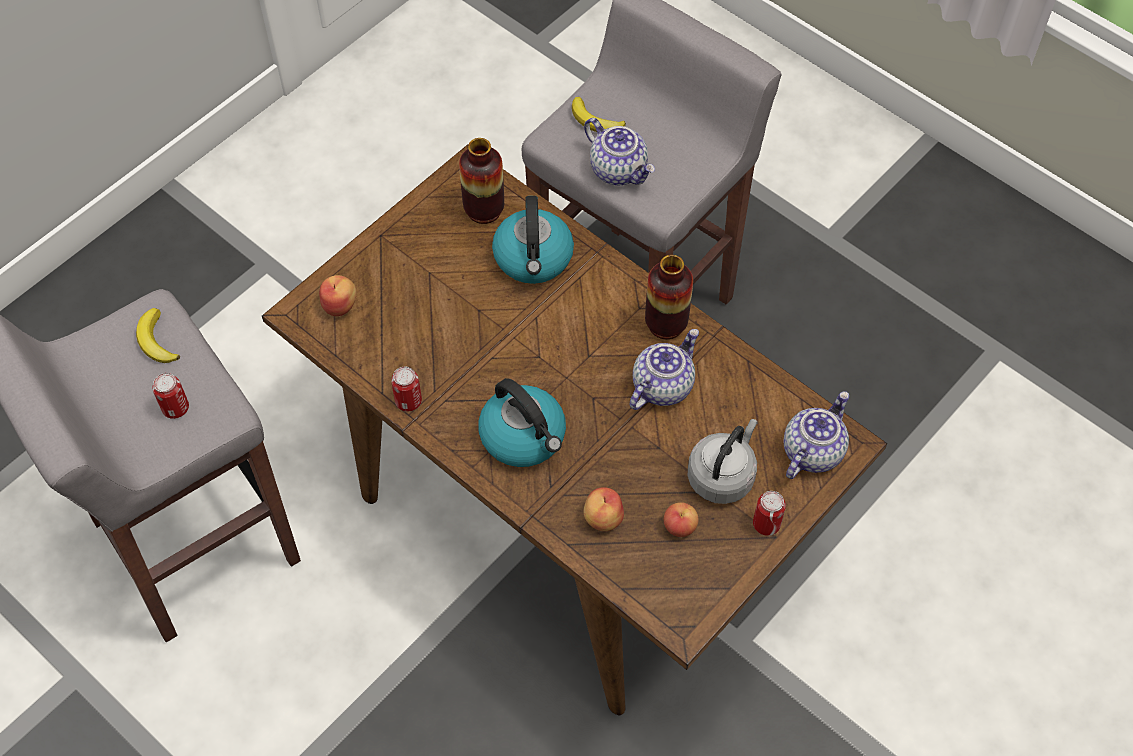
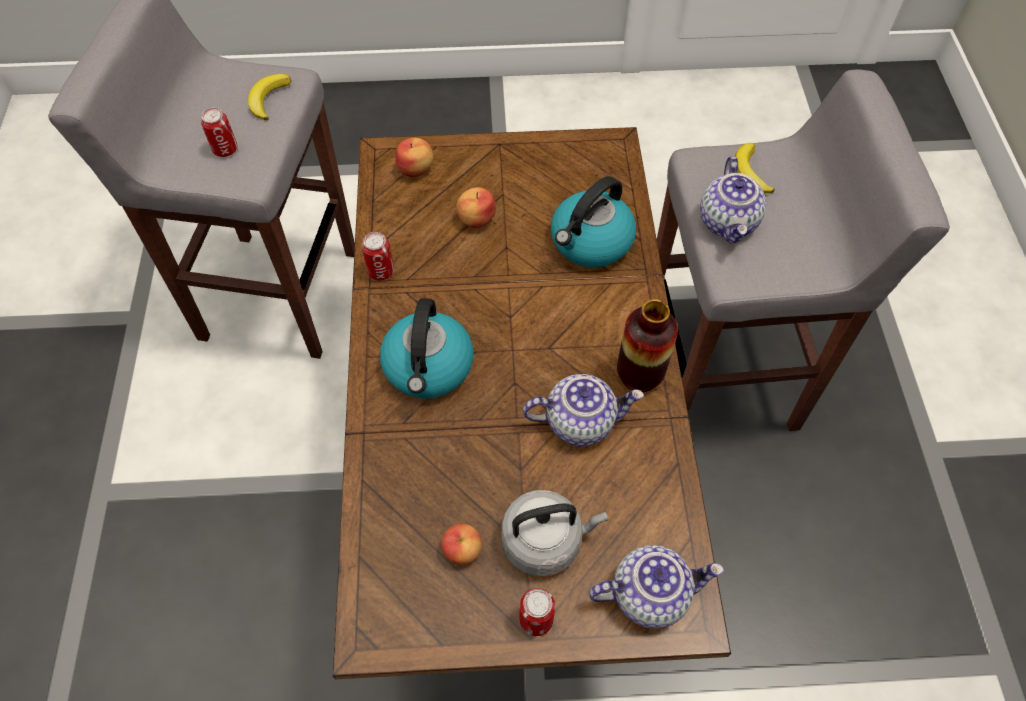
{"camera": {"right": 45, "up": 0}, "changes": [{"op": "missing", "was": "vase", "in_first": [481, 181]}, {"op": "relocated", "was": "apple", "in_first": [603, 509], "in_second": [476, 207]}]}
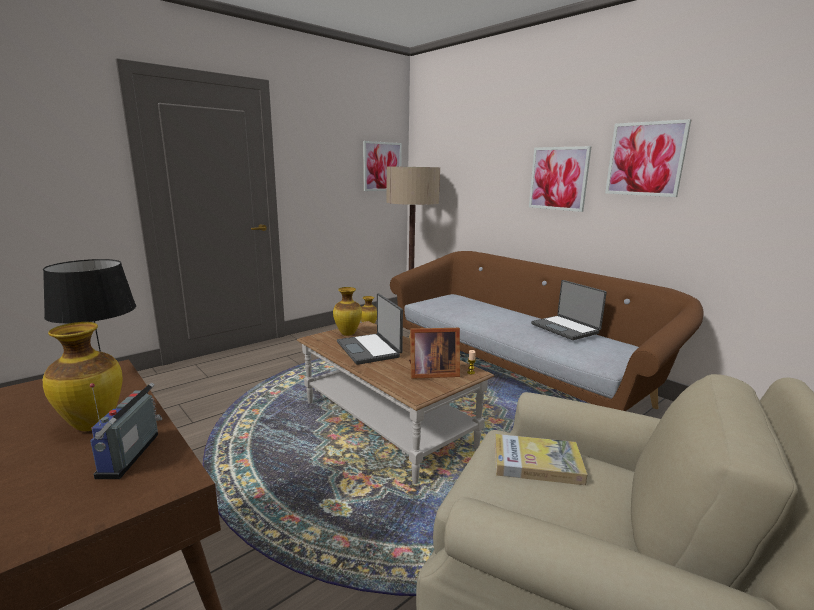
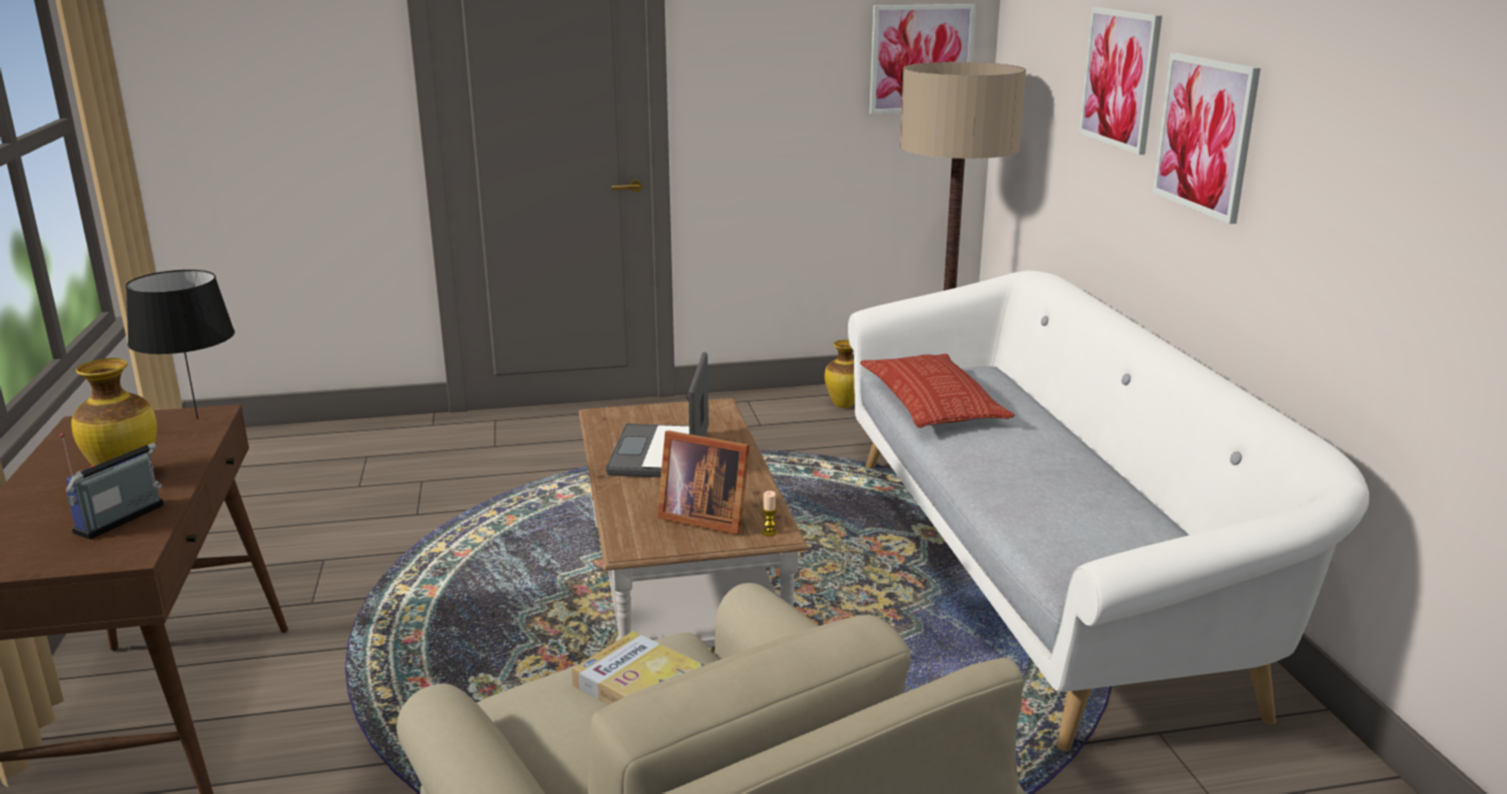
{"camera": {"right": 30, "up": 5}, "changes": [{"op": "relocated", "was": "picture", "in_first": [648, 158], "in_second": [1120, 81]}, {"op": "colour", "was": "sofa in brown", "now": "sofa in white", "in_first": [547, 331], "in_second": [1108, 510]}, {"op": "missing", "was": "laptop", "in_first": [569, 310]}, {"op": "missing", "was": "vase", "in_first": [347, 311]}, {"op": "appeared", "now": "pillow", "in_second": [937, 391]}]}
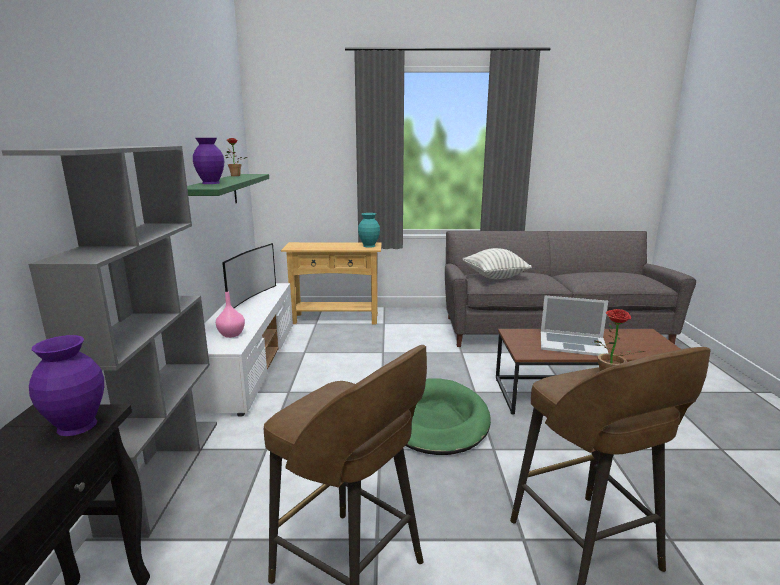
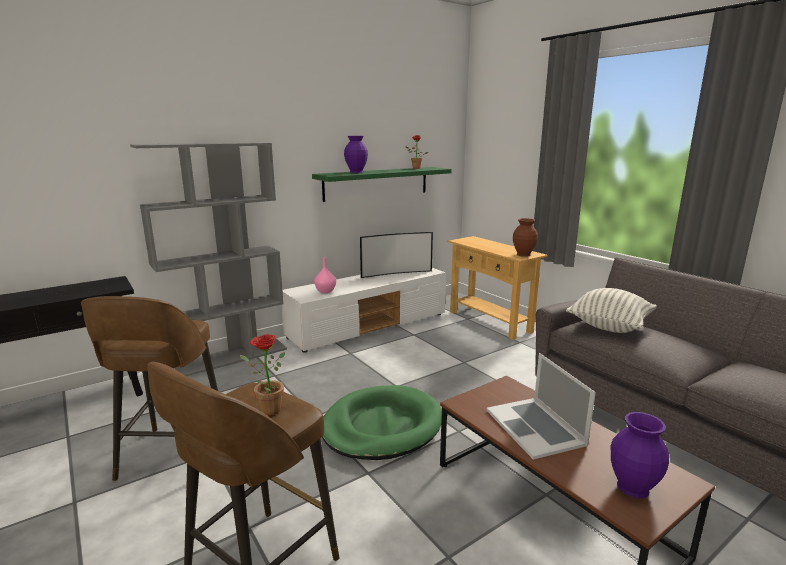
{"camera": {"right": 55, "up": 0}, "changes": [{"op": "colour", "was": "vase in turquoise", "now": "vase in brown", "in_first": [369, 230], "in_second": [525, 237]}, {"op": "relocated", "was": "vase in purple", "in_first": [66, 385], "in_second": [640, 455]}]}
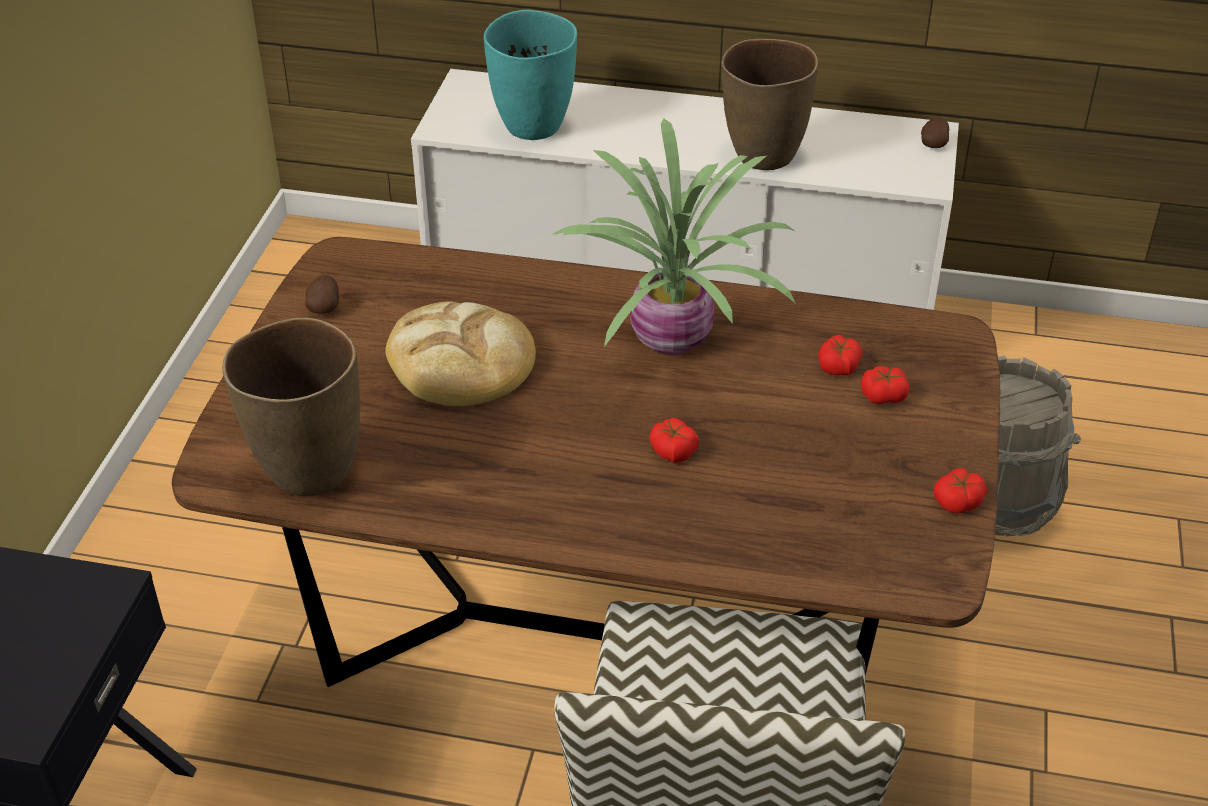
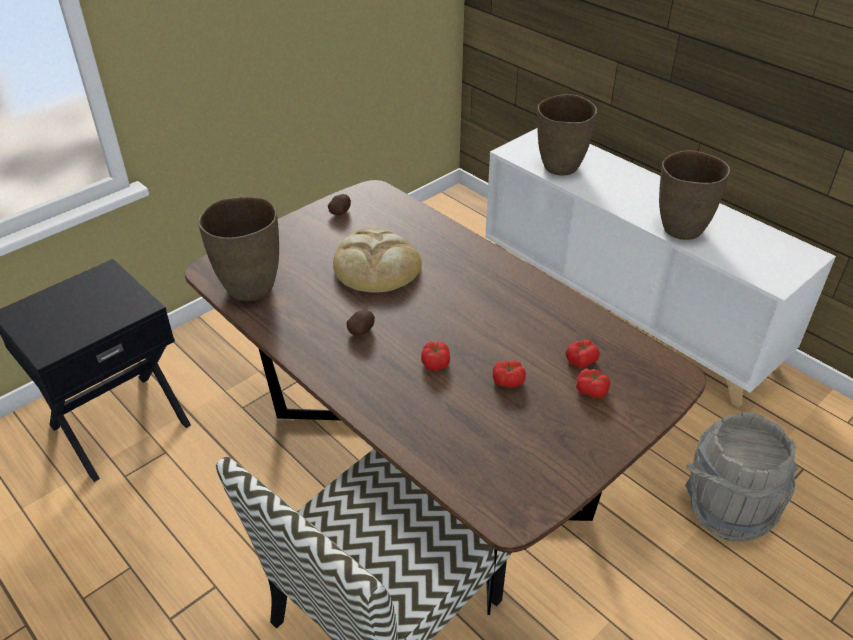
{"camera": {"right": 35, "up": 0}, "changes": [{"op": "colour", "was": "vase in turquoise", "now": "vase in brown", "in_first": [530, 75], "in_second": [567, 135]}, {"op": "relocated", "was": "potato", "in_first": [935, 132], "in_second": [360, 323]}, {"op": "missing", "was": "potted plant", "in_first": [674, 236]}, {"op": "relocated", "was": "tomato", "in_first": [960, 491], "in_second": [509, 373]}]}
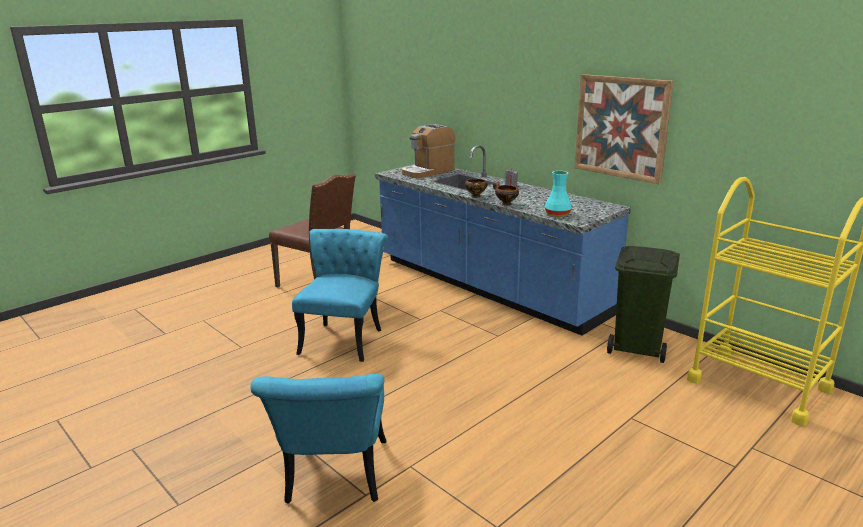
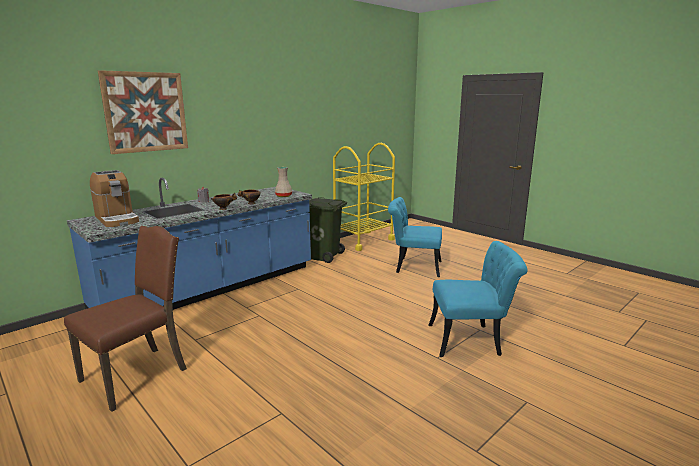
{"camera": {"right": -90, "up": -5}, "changes": [{"op": "relocated", "was": "picture", "in_first": [624, 129], "in_second": [143, 112]}, {"op": "colour", "was": "vase in turquoise", "now": "vase in beige", "in_first": [558, 194], "in_second": [284, 182]}, {"op": "relocated", "was": "chair in turquoise", "in_first": [340, 295], "in_second": [415, 237]}]}
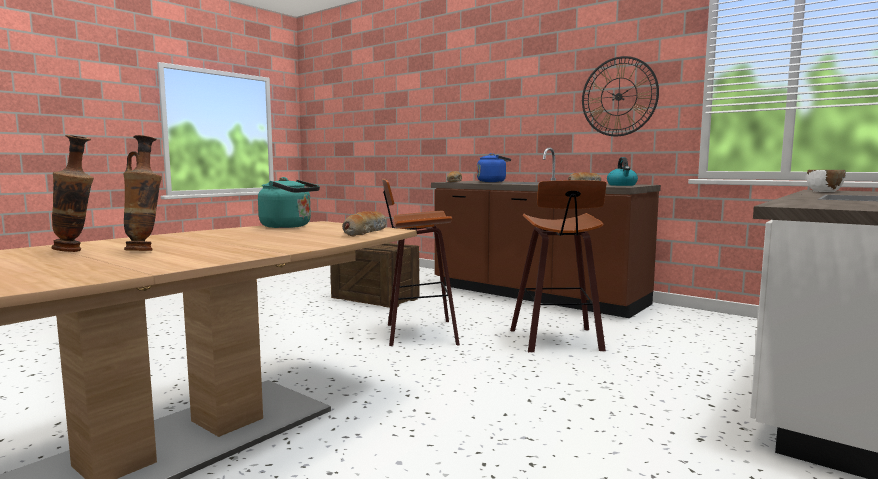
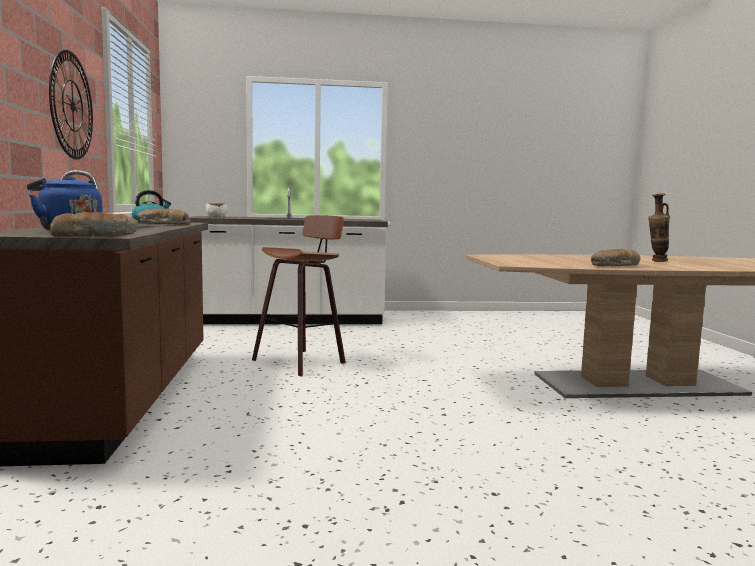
{"camera": {"right": -135, "up": 0}, "changes": [{"op": "missing", "was": "vase", "in_first": [73, 193]}, {"op": "missing", "was": "kettle in turquoise", "in_first": [289, 202]}, {"op": "missing", "was": "stool", "in_first": [421, 262]}, {"op": "relocated", "was": "bread", "in_first": [364, 223], "in_second": [615, 257]}, {"op": "missing", "was": "crate", "in_first": [375, 275]}]}
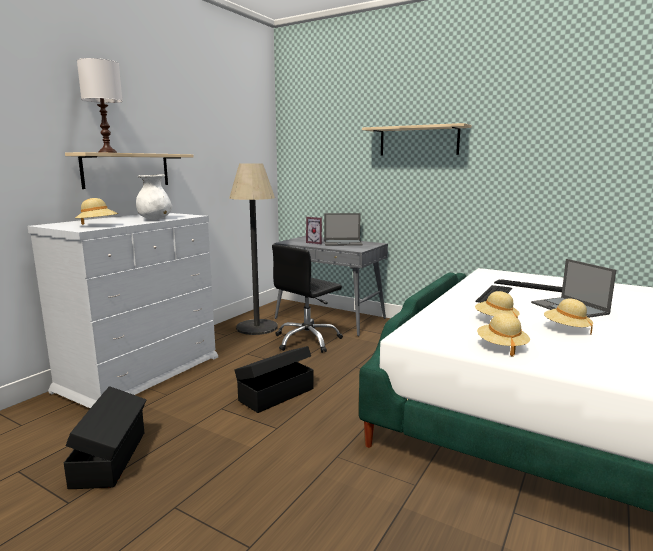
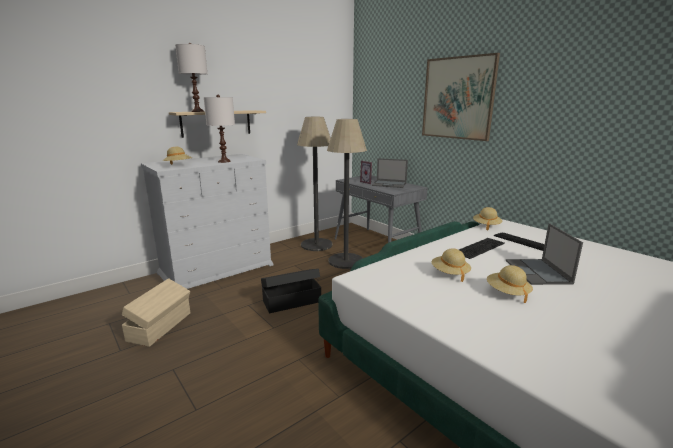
{"camera": {"right": 20, "up": 5}, "changes": [{"op": "exchanged", "was": "shelf in beige", "now": "picture", "in_first": [416, 139], "in_second": [461, 97]}, {"op": "exchanged", "was": "vase in white", "now": "table lamp in white", "in_first": [154, 197], "in_second": [219, 129]}, {"op": "exchanged", "was": "office chair in black", "now": "floor lamp", "in_first": [307, 299], "in_second": [347, 194]}, {"op": "relocated", "was": "hat in beige", "in_first": [503, 335], "in_second": [487, 218]}, {"op": "colour", "was": "storage box in black", "now": "storage box in beige", "in_first": [105, 437], "in_second": [156, 312]}]}
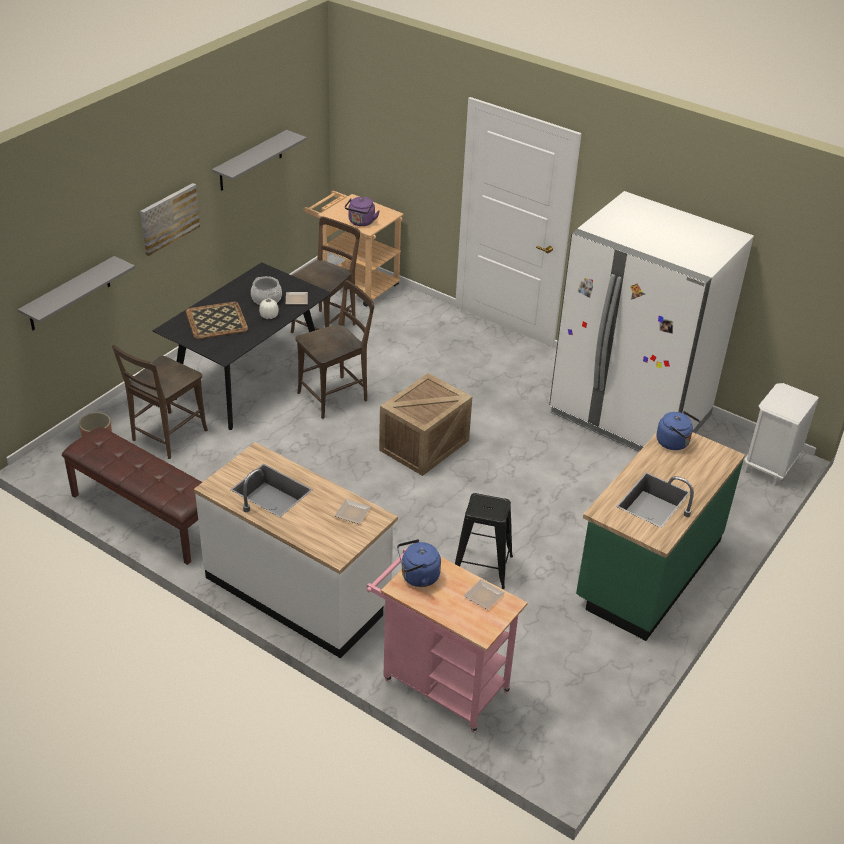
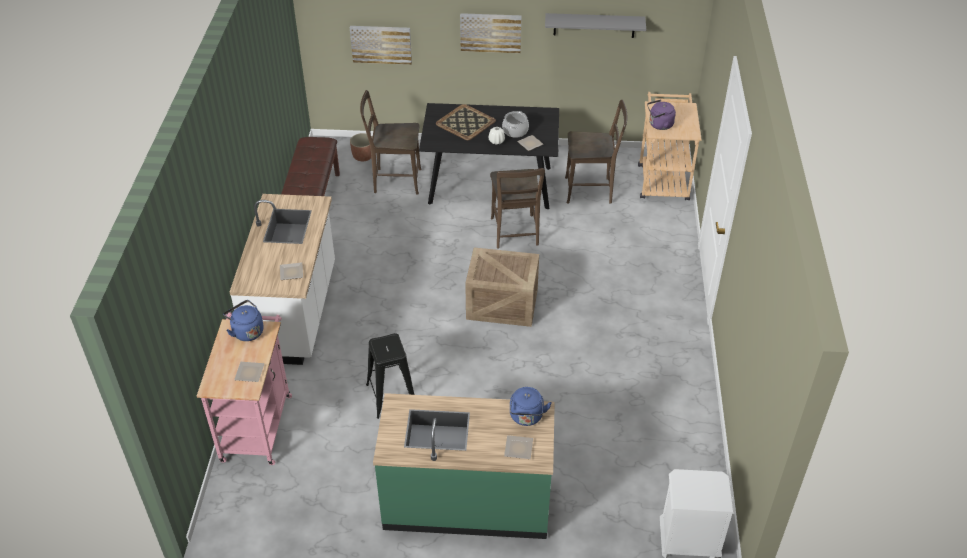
{"camera": {"right": 60, "up": 5}, "changes": [{"op": "missing", "was": "fridge in white", "in_first": [651, 321]}, {"op": "exchanged", "was": "shelf in grey", "now": "picture", "in_first": [76, 293], "in_second": [381, 45]}, {"op": "spun", "was": "chair in brown", "in_first": [334, 349], "in_second": [517, 208], "clockwise": 60}, {"op": "appeared", "now": "plate", "in_second": [518, 447]}]}
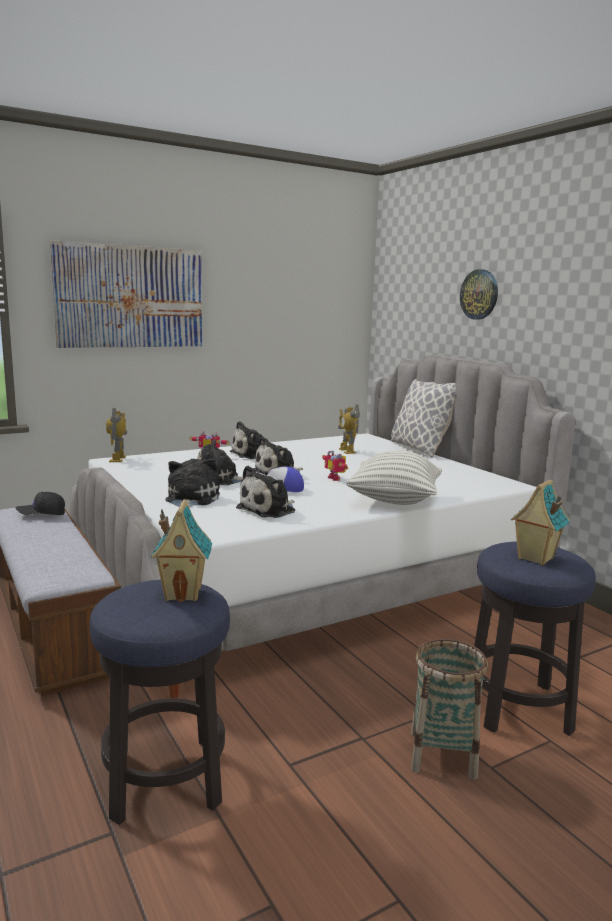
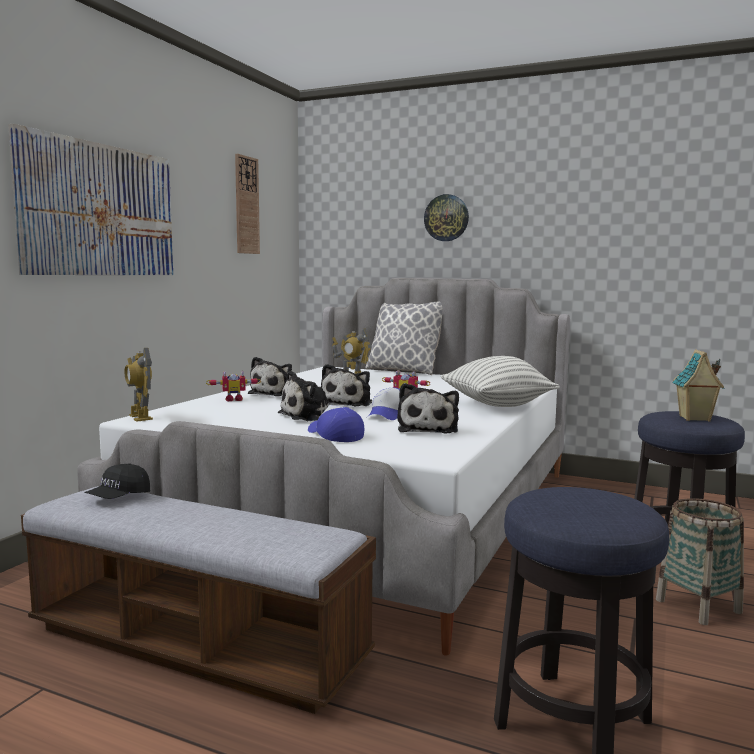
{"camera": {"right": -35, "up": -5}, "changes": [{"op": "exchanged", "was": "plush toy", "now": "cap", "in_first": [192, 482], "in_second": [336, 423]}, {"op": "missing", "was": "toy house", "in_first": [181, 550]}, {"op": "appeared", "now": "wall clock", "in_second": [247, 204]}]}
